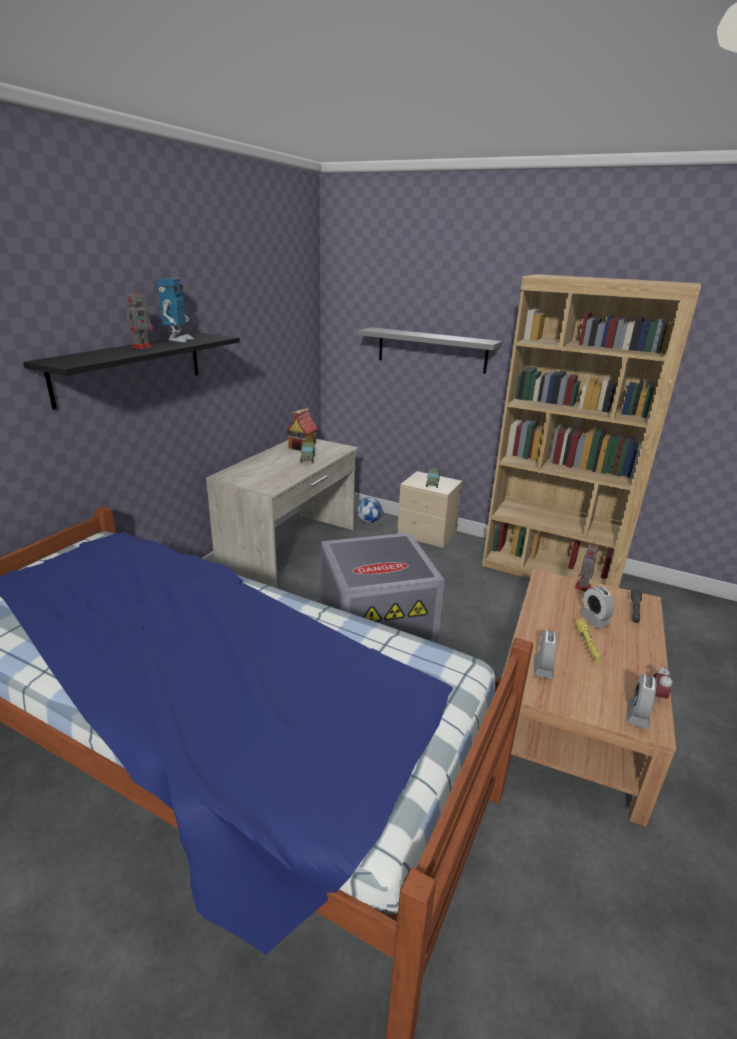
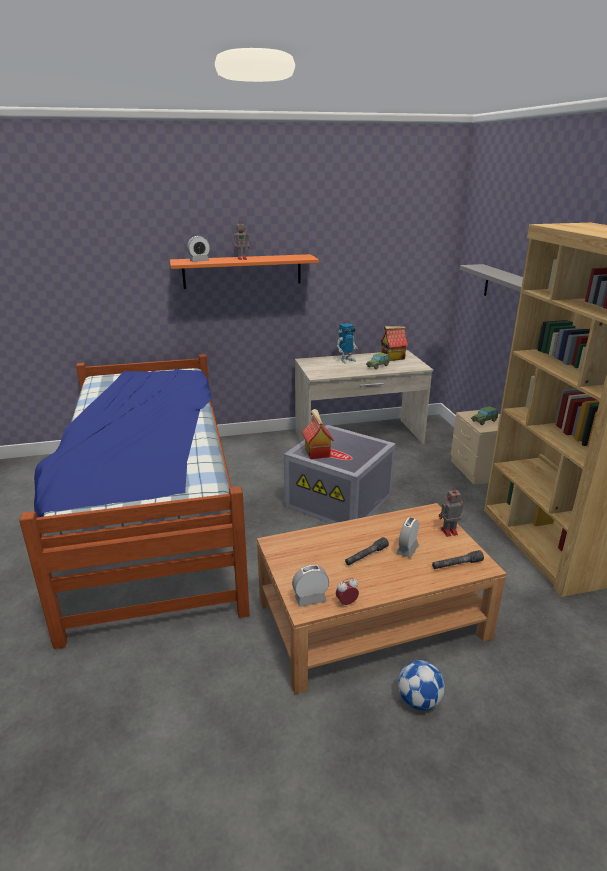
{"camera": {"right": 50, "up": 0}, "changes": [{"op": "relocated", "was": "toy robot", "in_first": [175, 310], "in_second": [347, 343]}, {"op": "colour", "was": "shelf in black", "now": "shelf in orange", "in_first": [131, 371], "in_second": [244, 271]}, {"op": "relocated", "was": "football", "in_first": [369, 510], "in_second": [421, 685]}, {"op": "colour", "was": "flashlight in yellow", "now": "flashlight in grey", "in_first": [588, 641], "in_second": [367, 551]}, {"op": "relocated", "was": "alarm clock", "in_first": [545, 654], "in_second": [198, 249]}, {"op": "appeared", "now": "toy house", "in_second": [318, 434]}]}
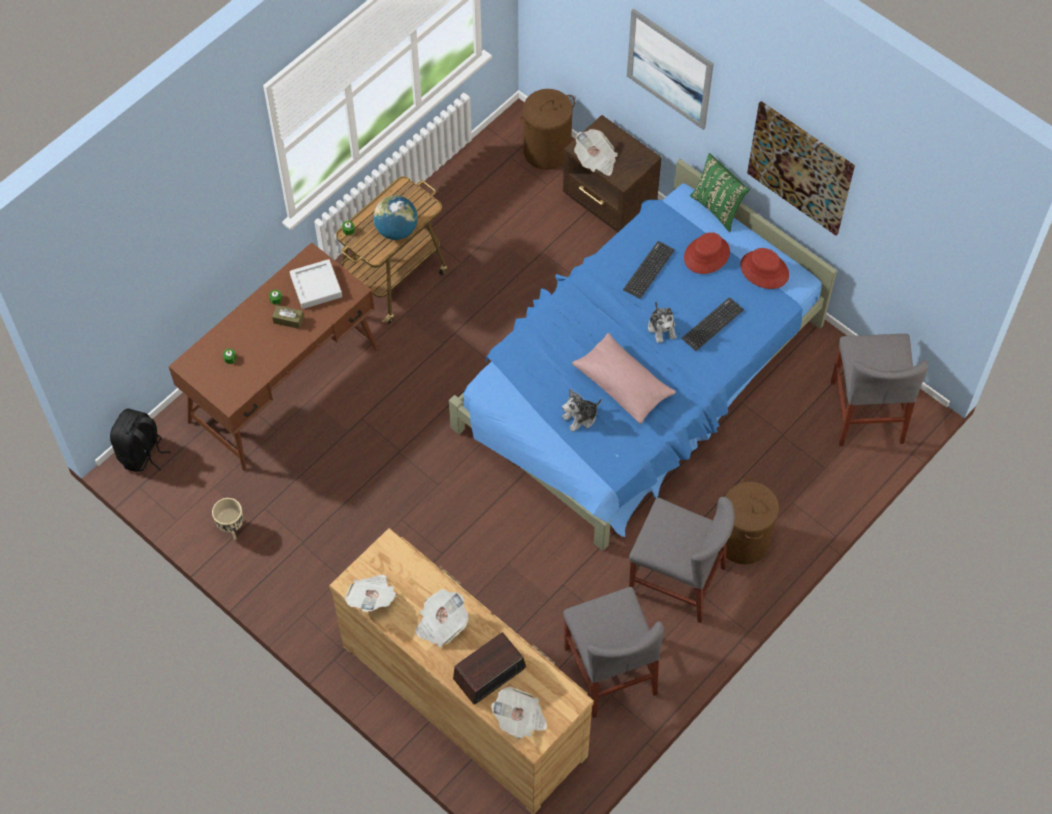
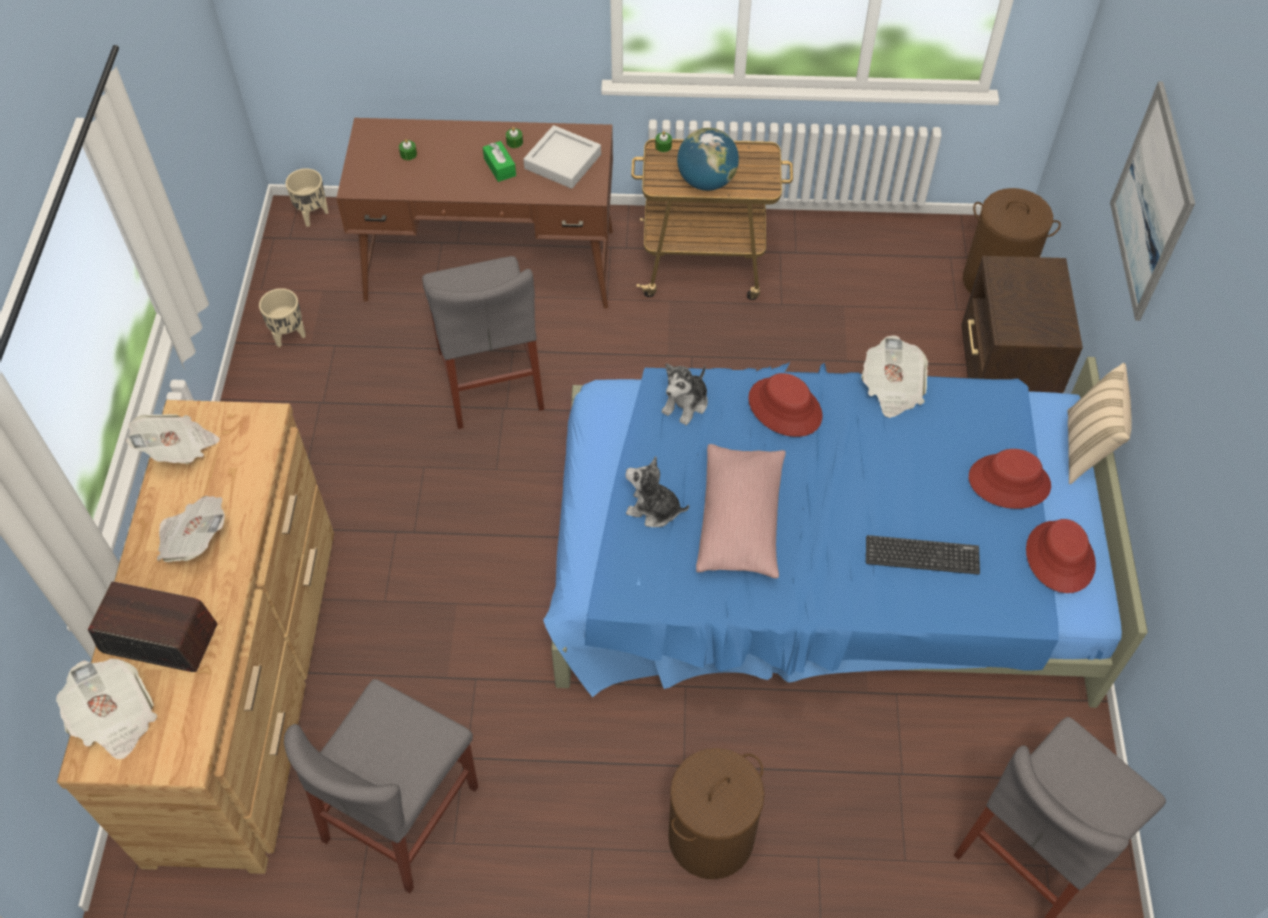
{"camera": {"right": 50, "up": -5}, "changes": [{"op": "missing", "was": "picture", "in_first": [801, 168]}, {"op": "relocated", "was": "newspaper", "in_first": [596, 152], "in_second": [894, 376]}, {"op": "colour", "was": "pillow in green", "now": "pillow in beige", "in_first": [720, 192], "in_second": [1100, 424]}, {"op": "missing", "was": "keyboard", "in_first": [649, 270]}, {"op": "relocated", "was": "plush toy", "in_first": [662, 321], "in_second": [685, 394]}, {"op": "colour", "was": "tissue box in brown", "now": "tissue box in green", "in_first": [288, 317], "in_second": [499, 161]}, {"op": "exchanged", "was": "backpack in black", "now": "planter in beige", "in_first": [140, 440], "in_second": [306, 197]}, {"op": "relocated", "was": "chair in grey", "in_first": [682, 560], "in_second": [483, 342]}, {"op": "appeared", "now": "hat in red", "in_second": [785, 405]}]}
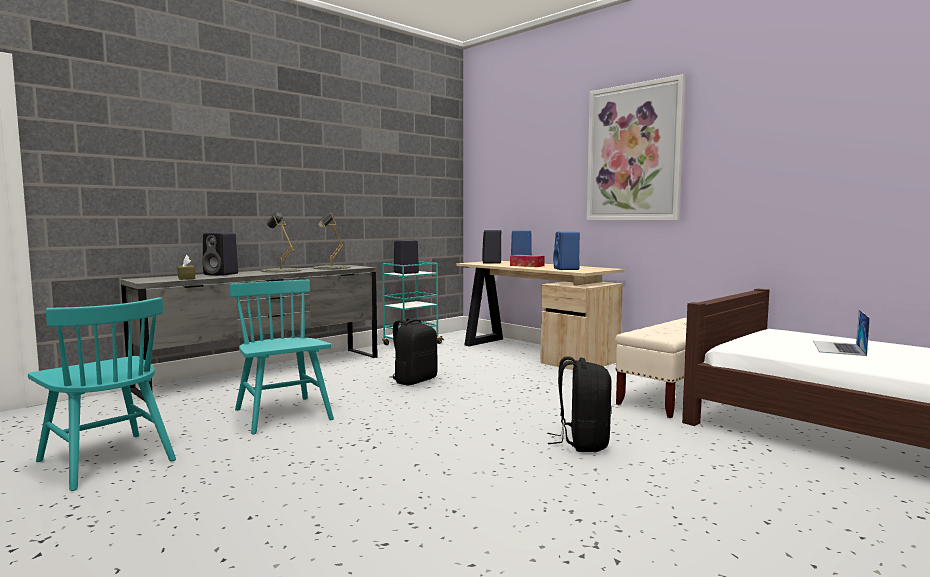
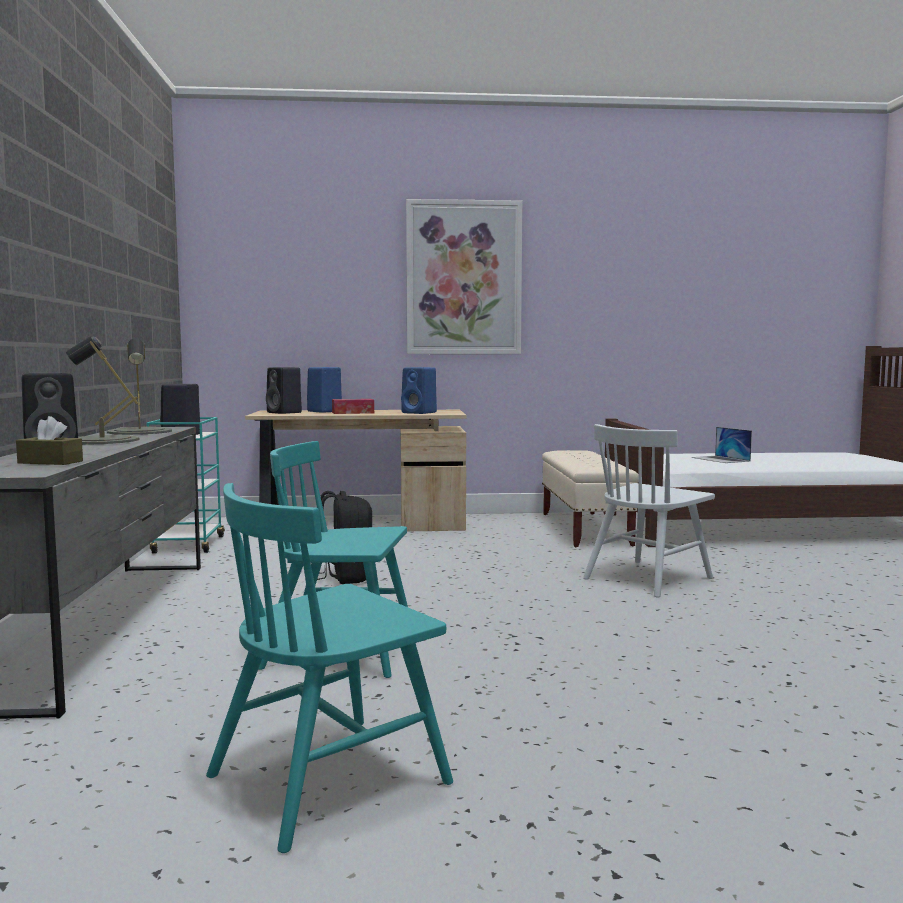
{"camera": {"right": -50, "up": 0}, "changes": [{"op": "spun", "was": "chair in turquoise", "in_first": [102, 394], "in_second": [329, 668], "clockwise": 150}, {"op": "exchanged", "was": "backpack in black", "now": "chair in white", "in_first": [579, 404], "in_second": [649, 511]}]}
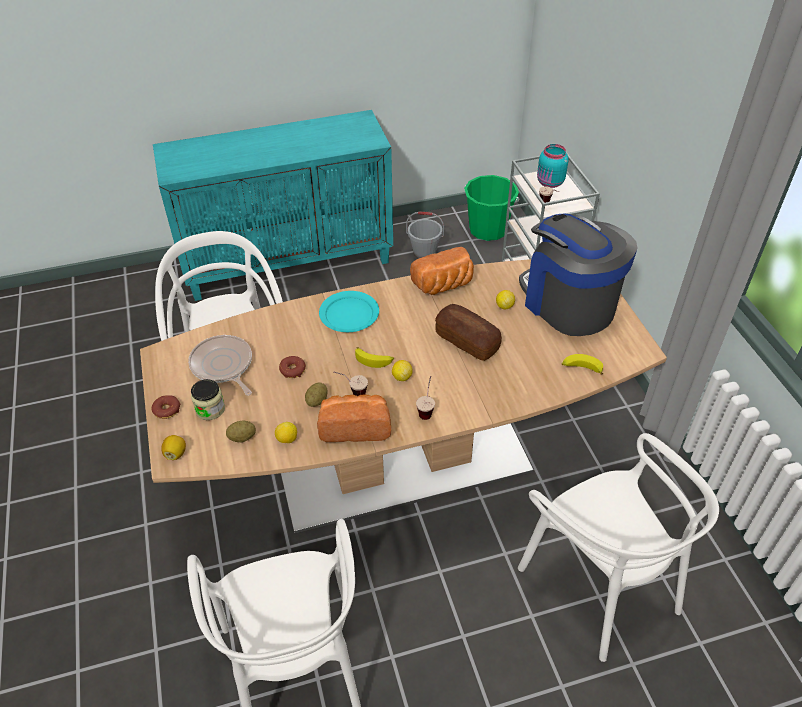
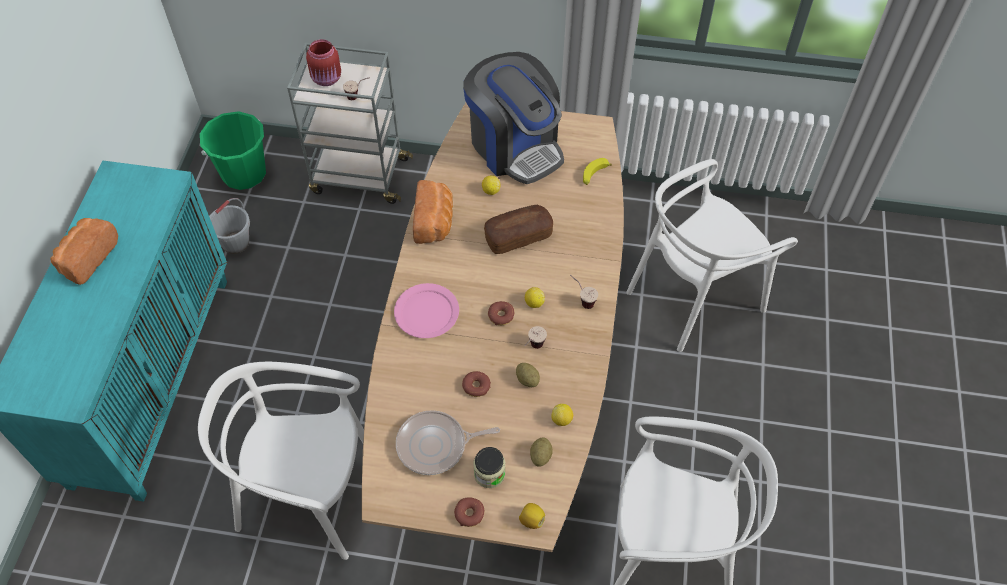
{"camera": {"right": -65, "up": 10}, "changes": [{"op": "colour", "was": "jar in turquoise", "now": "jar in red", "in_first": [553, 166], "in_second": [323, 62]}, {"op": "spun", "was": "coffee machine", "in_first": [578, 275], "in_second": [513, 118], "clockwise": -120}, {"op": "colour", "was": "plate in turquoise", "now": "plate in pink", "in_first": [349, 311], "in_second": [426, 310]}, {"op": "exchanged", "was": "banana", "now": "donut", "in_first": [374, 357], "in_second": [501, 313]}, {"op": "relocated", "was": "bread", "in_first": [354, 418], "in_second": [84, 251]}, {"op": "spun", "was": "chair in white", "in_first": [618, 547], "in_second": [712, 255], "clockwise": 150}]}
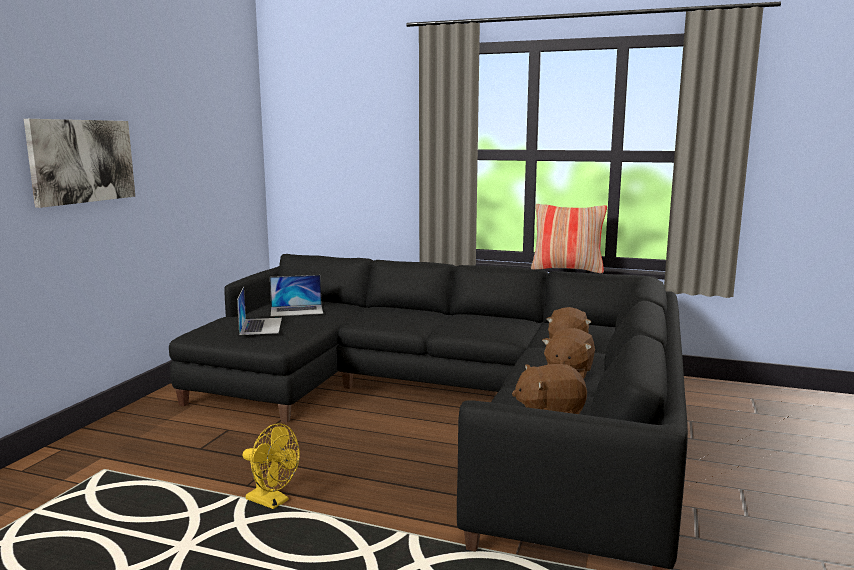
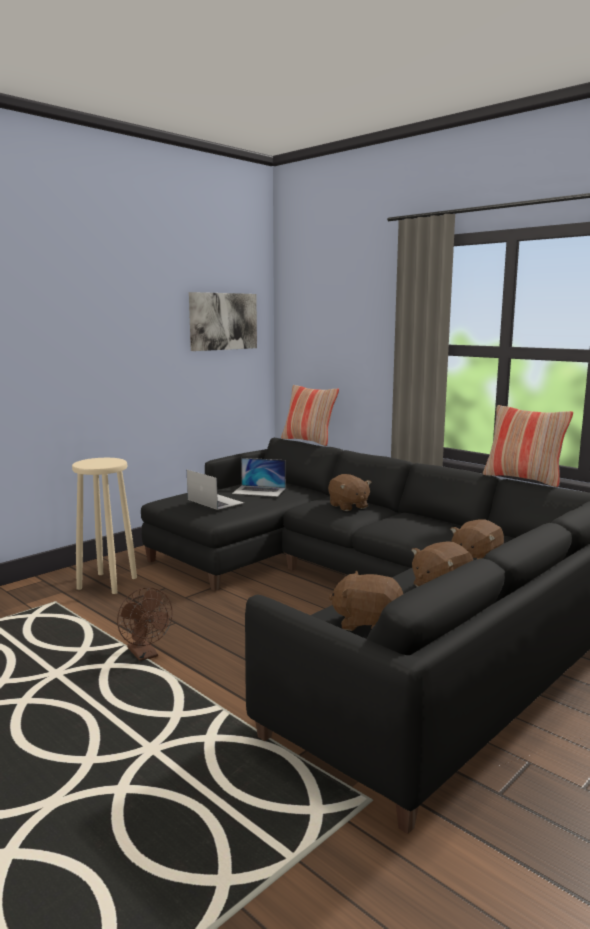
{"camera": {"right": 25, "up": 0}, "changes": [{"op": "relocated", "was": "picture", "in_first": [79, 163], "in_second": [223, 321]}, {"op": "spun", "was": "laptop", "in_first": [259, 311], "in_second": [215, 490], "clockwise": -60}, {"op": "colour", "was": "fan in yellow", "now": "fan in brown", "in_first": [271, 466], "in_second": [144, 624]}, {"op": "appeared", "now": "pillow", "in_second": [310, 415]}, {"op": "appeared", "now": "stool in beige", "in_second": [104, 526]}, {"op": "appeared", "now": "plush toy in brown", "in_second": [349, 492]}]}
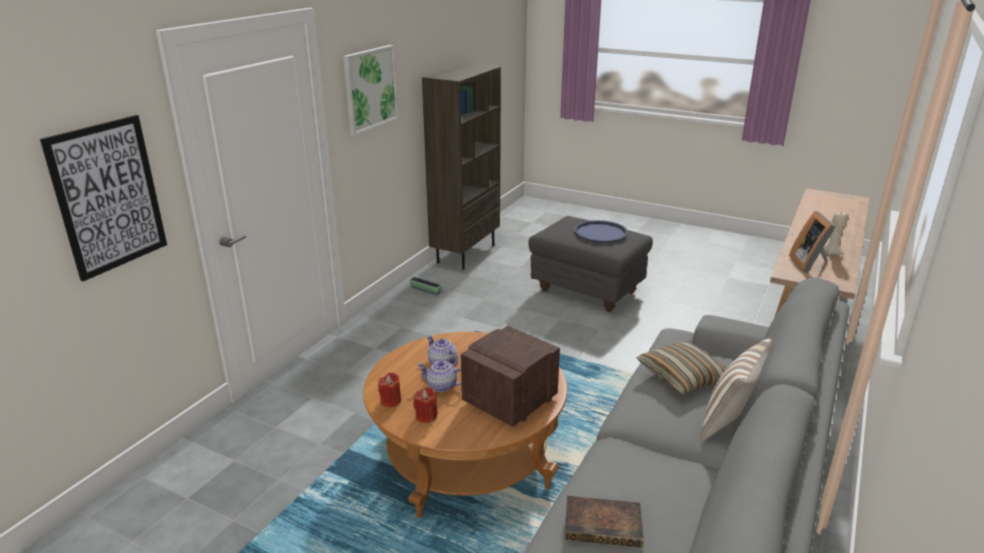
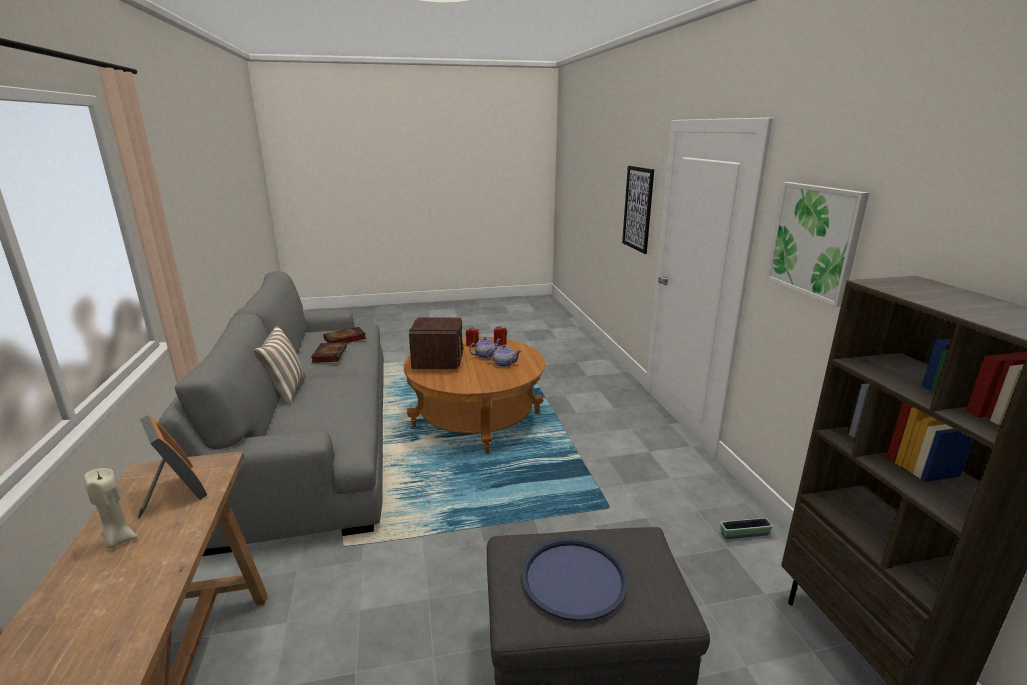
{"camera": {"right": 140, "up": -5}, "changes": [{"op": "missing", "was": "pillow", "in_first": [682, 367]}, {"op": "appeared", "now": "book", "in_second": [329, 352]}]}
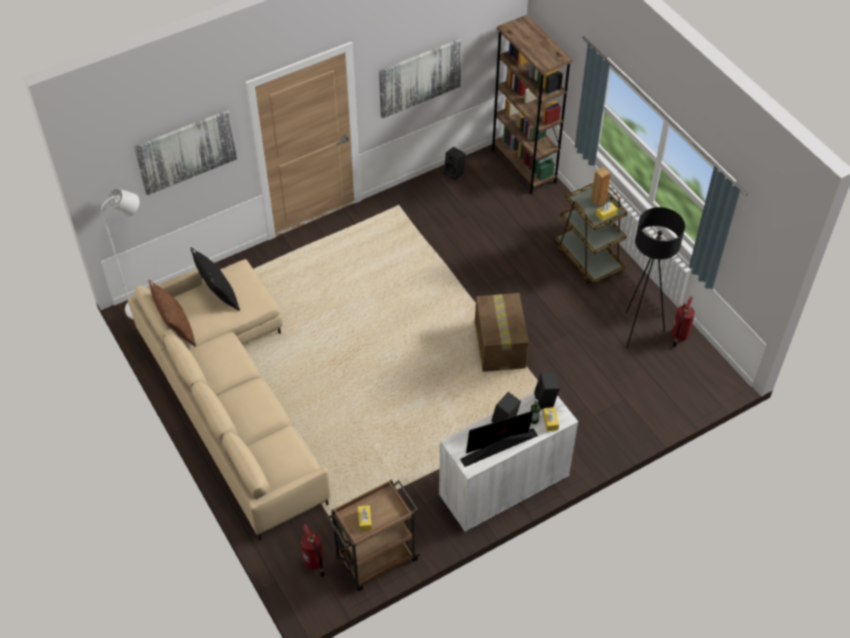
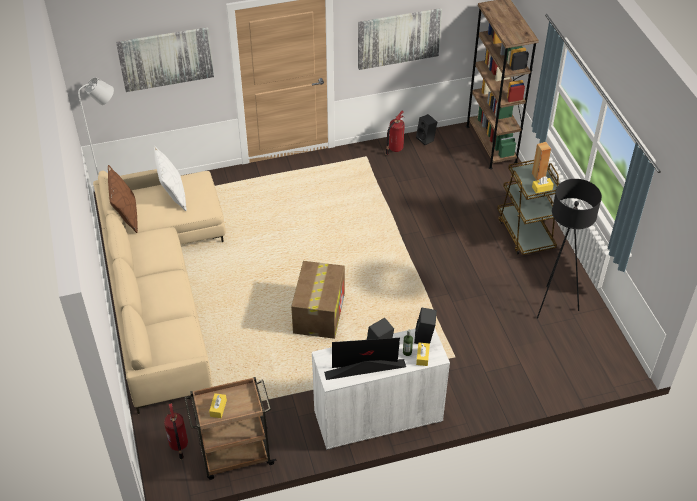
{"camera": {"right": 15, "up": -5}, "changes": [{"op": "colour", "was": "pillow in black", "now": "pillow in white", "in_first": [215, 279], "in_second": [170, 178]}, {"op": "relocated", "was": "cardboard box", "in_first": [502, 332], "in_second": [318, 300]}, {"op": "relocated", "was": "fire extinguisher", "in_first": [683, 322], "in_second": [395, 133]}]}
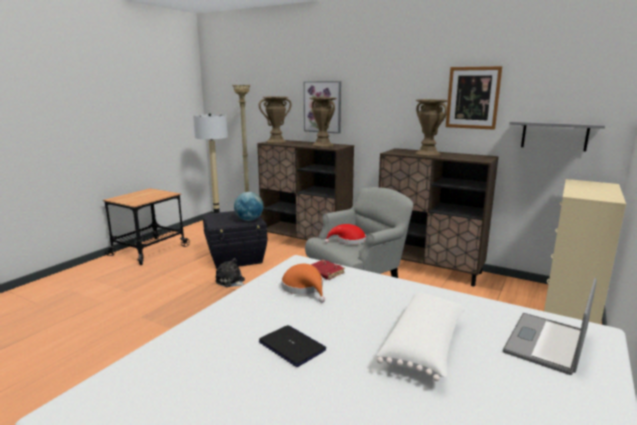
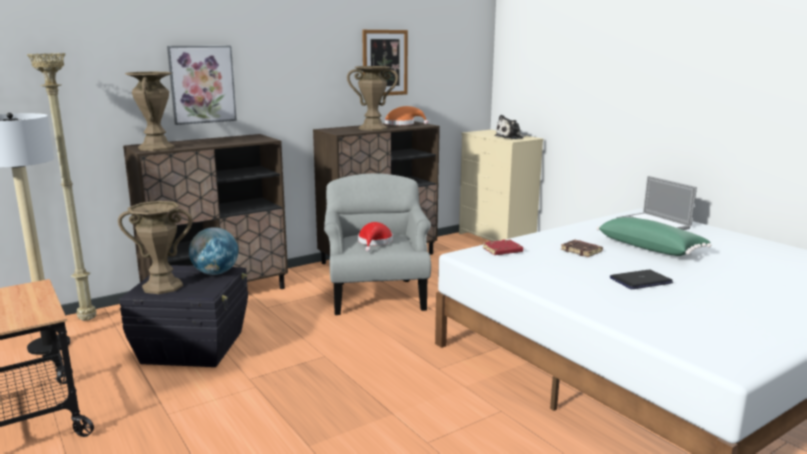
{"camera": {"right": -65, "up": 0}, "changes": [{"op": "relocated", "was": "vase in brown", "in_first": [323, 122], "in_second": [155, 247]}, {"op": "missing", "was": "shelf in grey", "in_first": [557, 135]}, {"op": "relocated", "was": "plush toy", "in_first": [230, 272], "in_second": [510, 127]}, {"op": "relocated", "was": "hat in orange", "in_first": [303, 283], "in_second": [406, 115]}, {"op": "colour", "was": "pillow in white", "now": "pillow in green", "in_first": [421, 337], "in_second": [653, 236]}, {"op": "appeared", "now": "book in brown", "in_second": [582, 248]}]}
